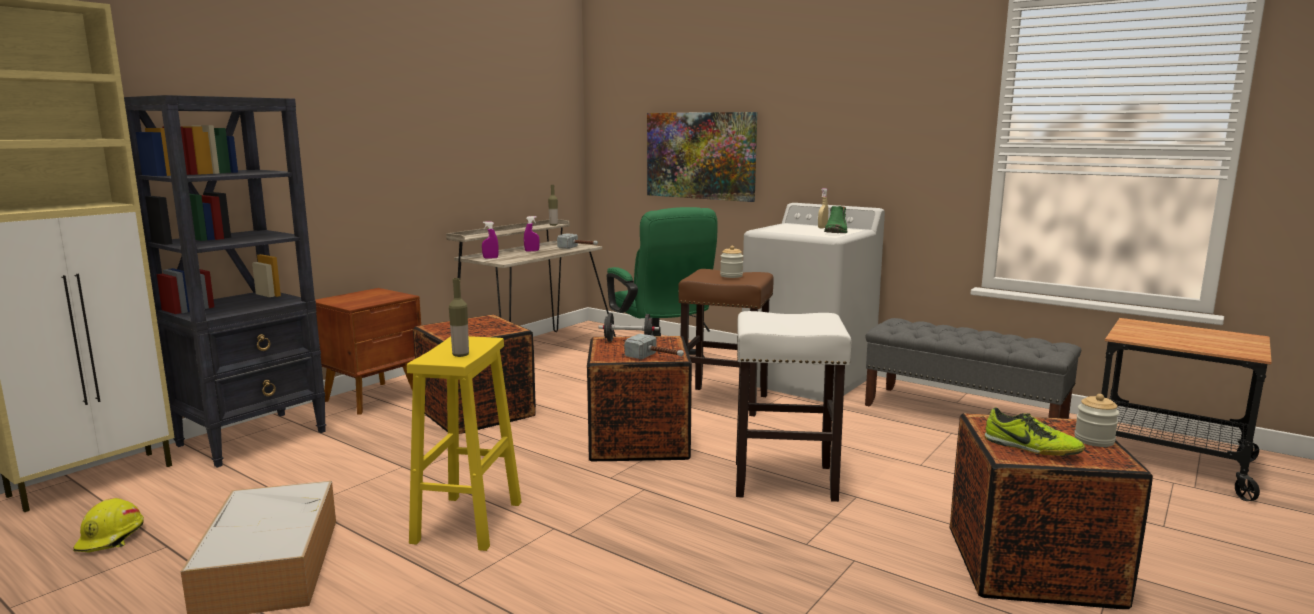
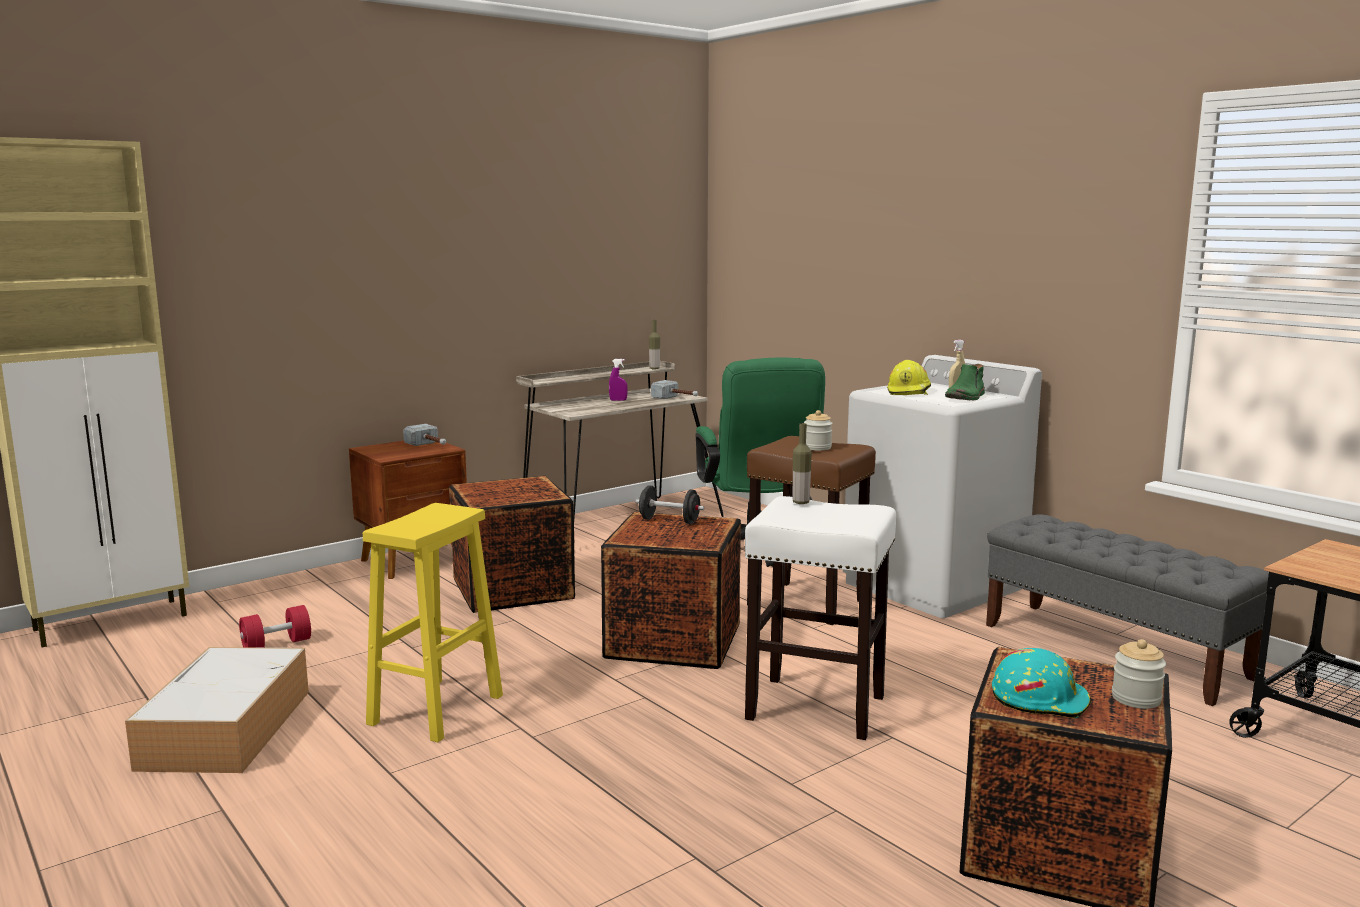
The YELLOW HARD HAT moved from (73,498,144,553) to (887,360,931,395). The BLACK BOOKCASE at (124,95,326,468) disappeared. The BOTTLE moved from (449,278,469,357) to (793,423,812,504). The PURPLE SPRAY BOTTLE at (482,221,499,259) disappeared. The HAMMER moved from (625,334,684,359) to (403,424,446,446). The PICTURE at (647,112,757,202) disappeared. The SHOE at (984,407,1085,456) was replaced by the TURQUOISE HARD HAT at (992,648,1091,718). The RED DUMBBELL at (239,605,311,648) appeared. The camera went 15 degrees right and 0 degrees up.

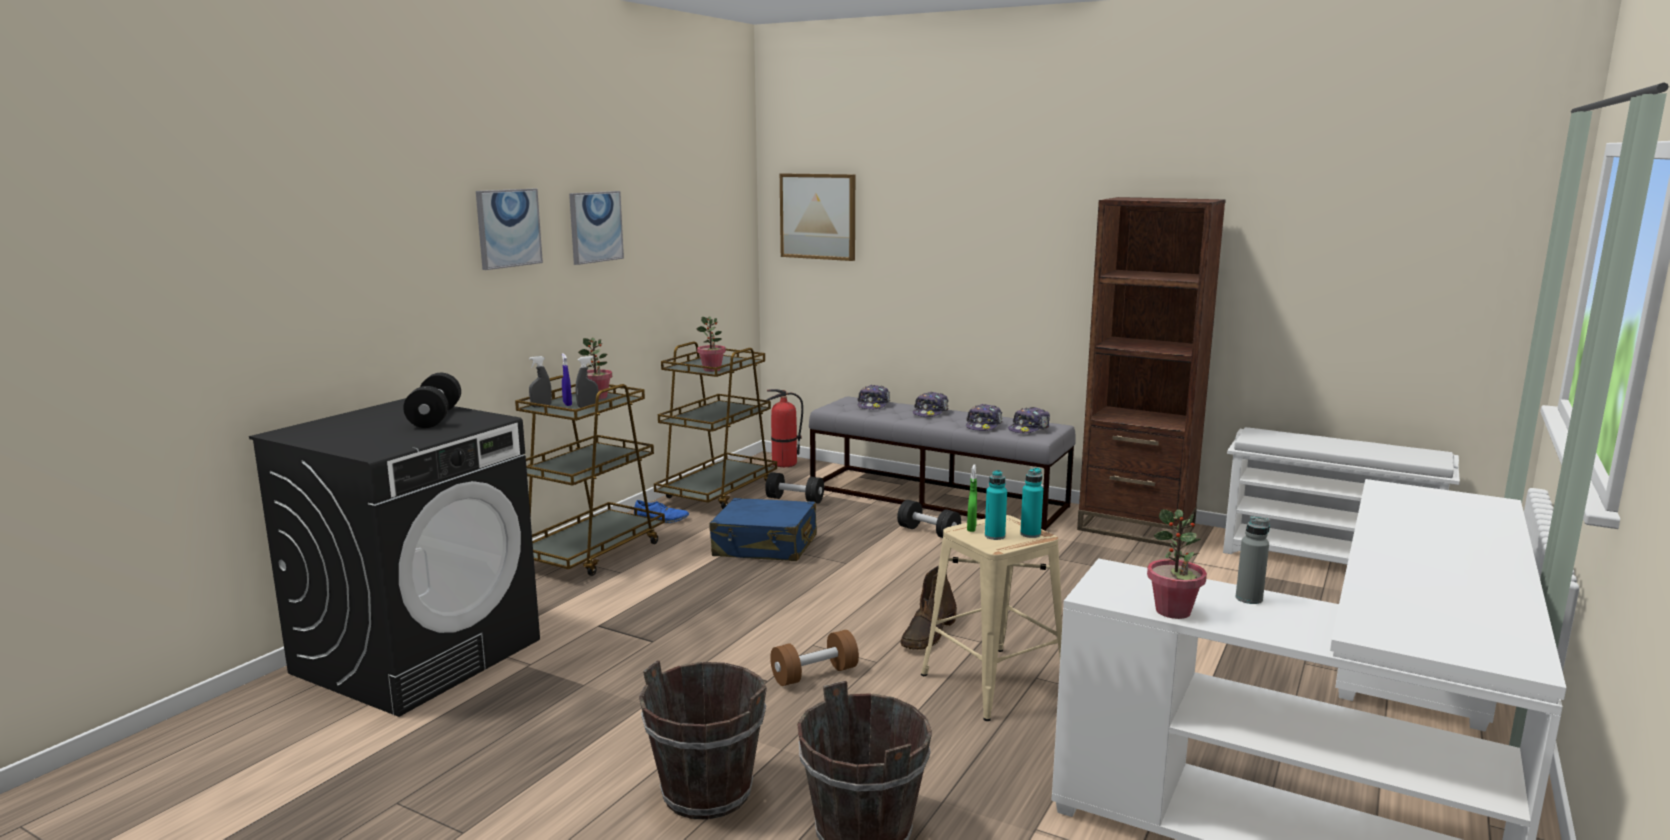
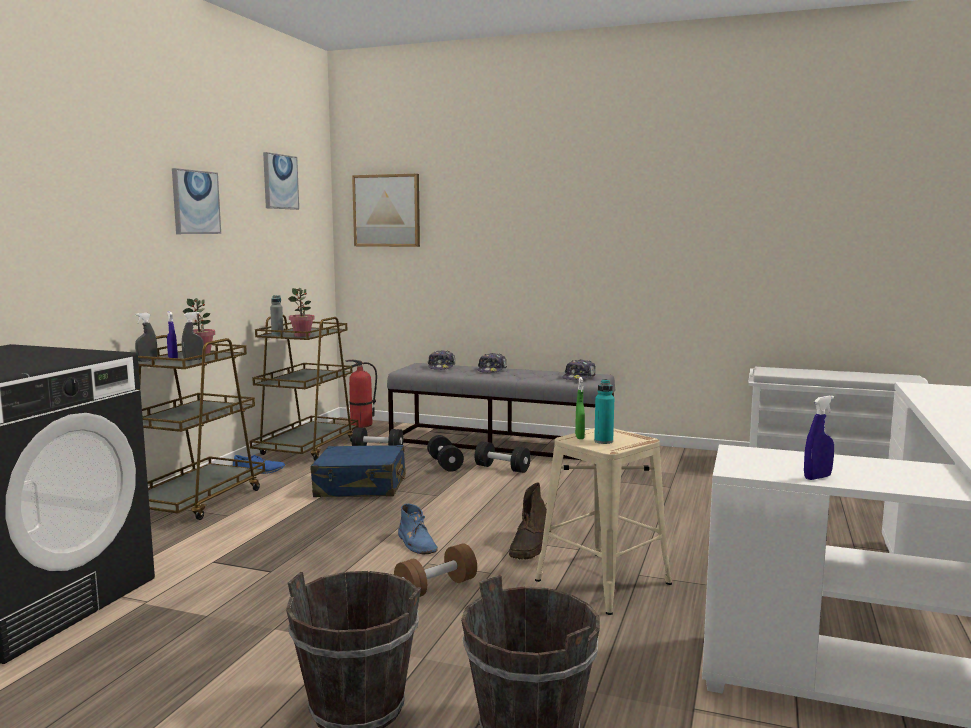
The BLACK DUMBBELL moved from (403,373,461,428) to (427,435,464,472). The PICTURE moved from (476,189,543,270) to (263,152,299,210). The CAP at (966,404,1002,431) disappeared. The TURQUOISE BOTTLE at (1020,468,1043,538) disappeared. The BROWN BOOKCASE at (1077,197,1226,548) disappeared. The POTTED PLANT at (1147,509,1207,619) was replaced by the BLUE SPRAY BOTTLE at (804,396,834,480). The GREY BOTTLE moved from (1236,516,1270,604) to (270,295,284,335). The BLUE BOOT at (398,504,438,554) appeared. The camera went 10 degrees left and 5 degrees down.

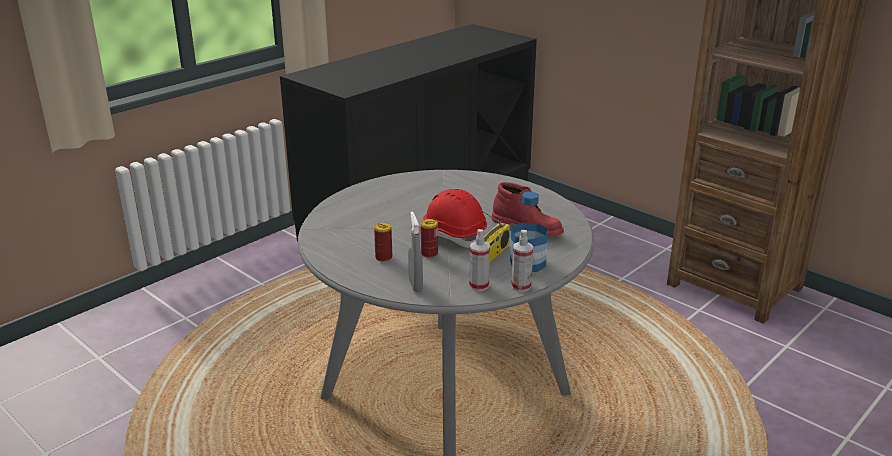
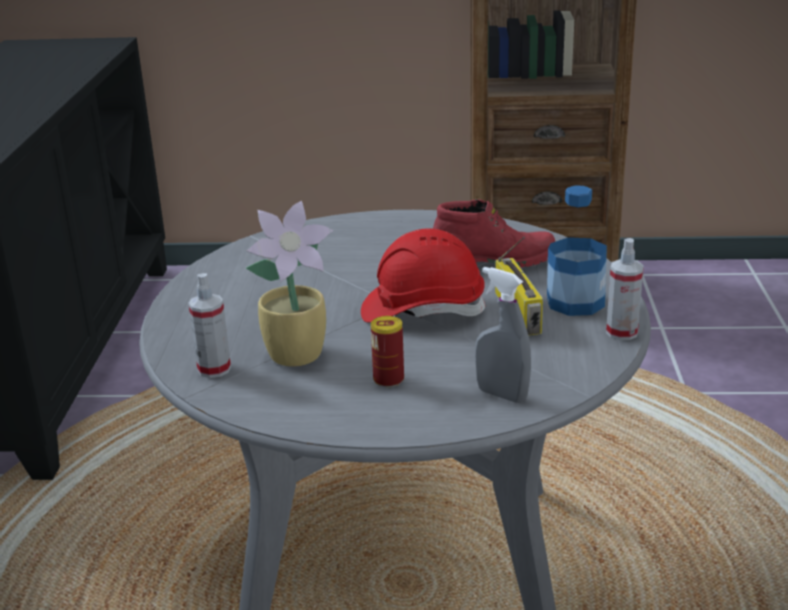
The CAN at (421,219,438,258) disappeared. The SPRAY BOTTLE moved from (469,229,490,291) to (188,273,231,378). The POTTED PLANT at (246,201,333,367) appeared. The camera went 40 degrees left and 0 degrees up.

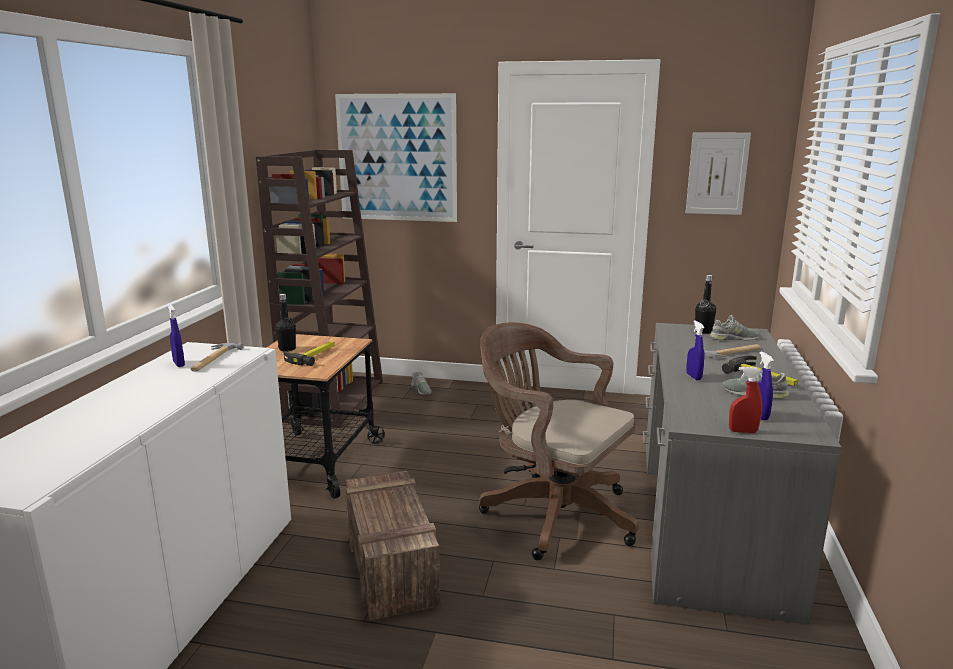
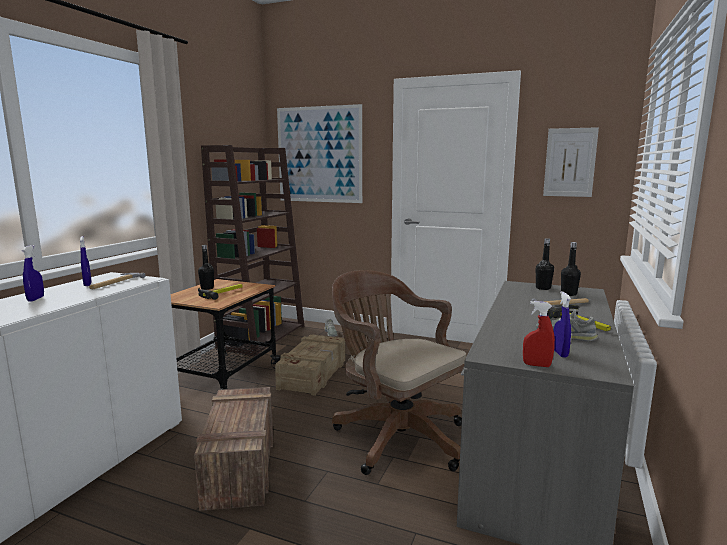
The BLUE SPRAY BOTTLE moved from (686,320,704,380) to (22,245,44,302). The GREY SHOE at (710,315,760,341) was replaced by the BLACK BOTTLE at (561,242,581,296). The CRATE at (275,334,345,396) appeared. The camera went 10 degrees right and 5 degrees down.

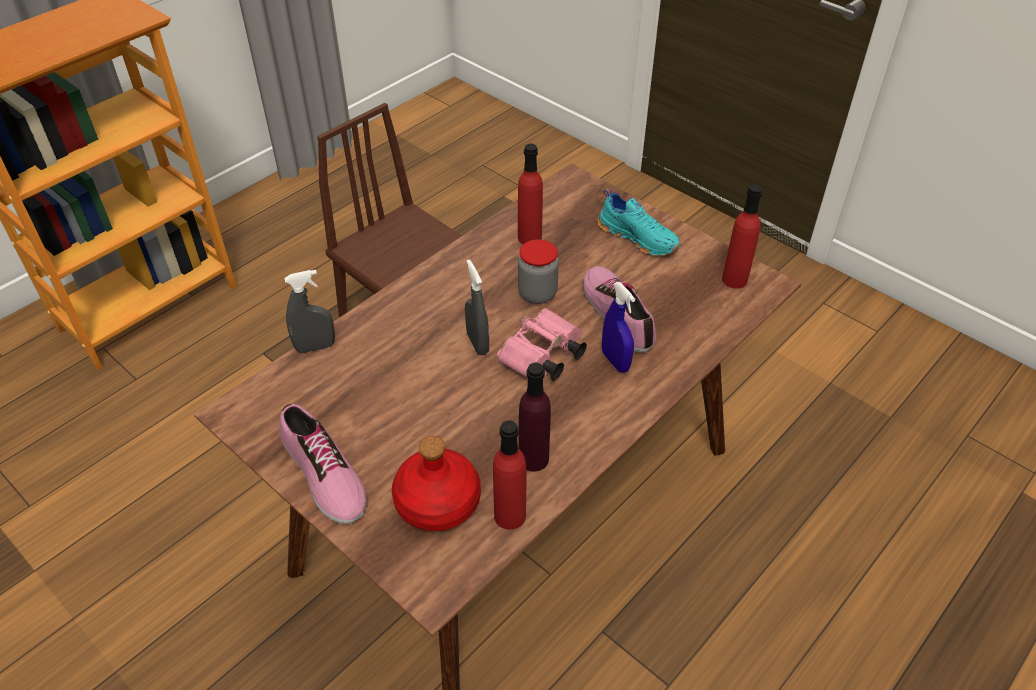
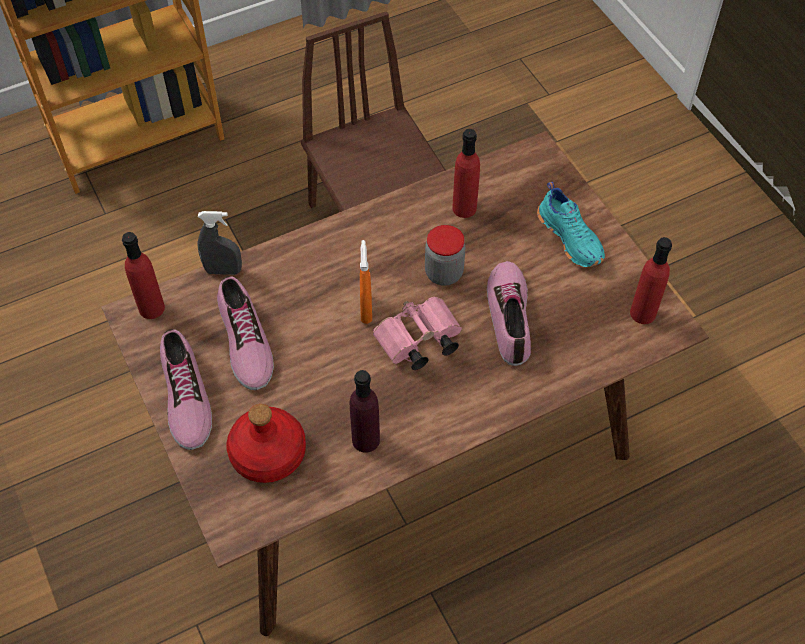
The GREY SPRAY BOTTLE at (465,259,489,355) became the ORANGE SPRAY BOTTLE at (360,240,372,324). The RED BOTTLE moved from (493,420,526,530) to (122,232,165,319). The BLUE SPRAY BOTTLE at (602,282,635,373) disappeared. The SHOE at (217,276,274,390) appeared. The camera went 20 degrees right and 10 degrees up.

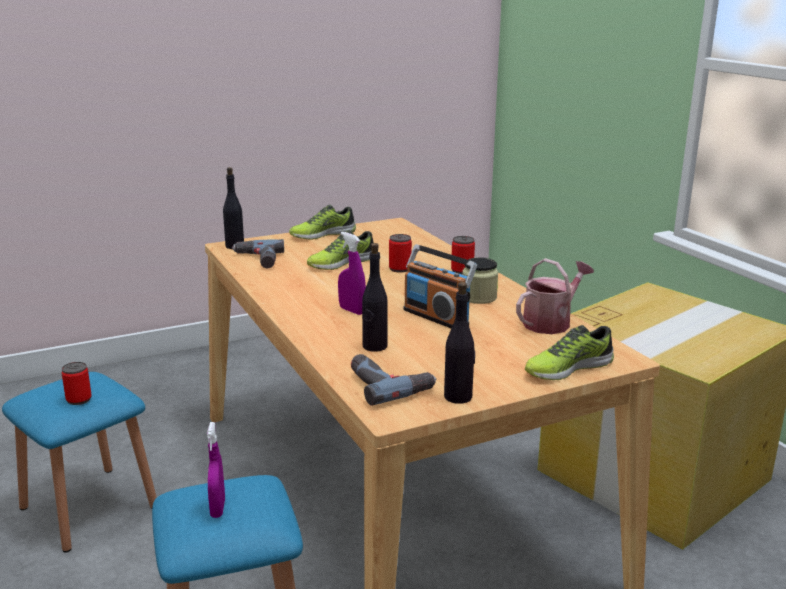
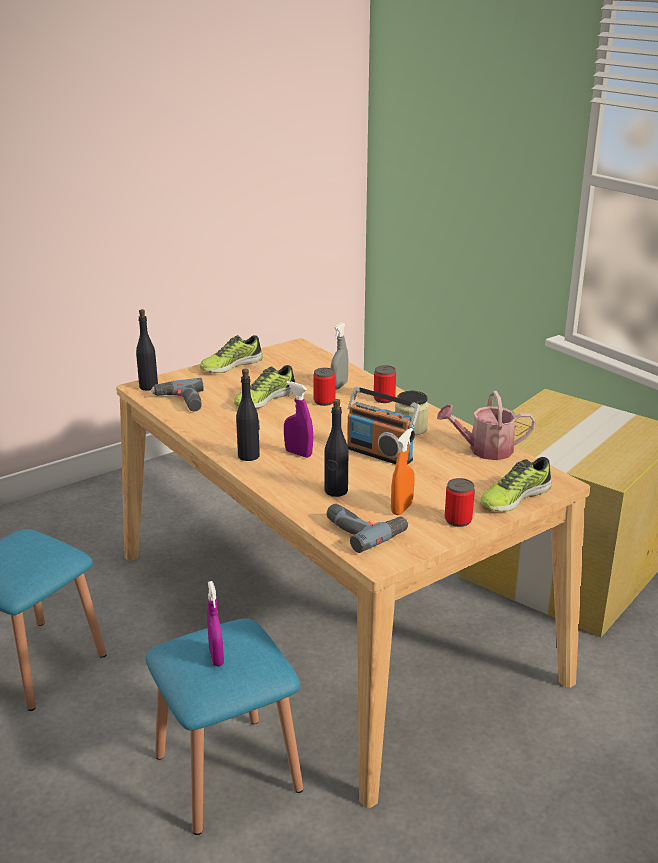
The CAN moved from (62,362,92,405) to (445,478,475,527). The BLACK BOTTLE moved from (444,282,475,404) to (236,369,260,461). The WATERING CAN at (516,258,594,334) turned 135 degrees counterclockwise. The GREY SPRAY BOTTLE at (331,322,348,390) appeared. The ORANGE SPRAY BOTTLE at (391,428,415,515) appeared. The camera went 10 degrees left and 5 degrees up.

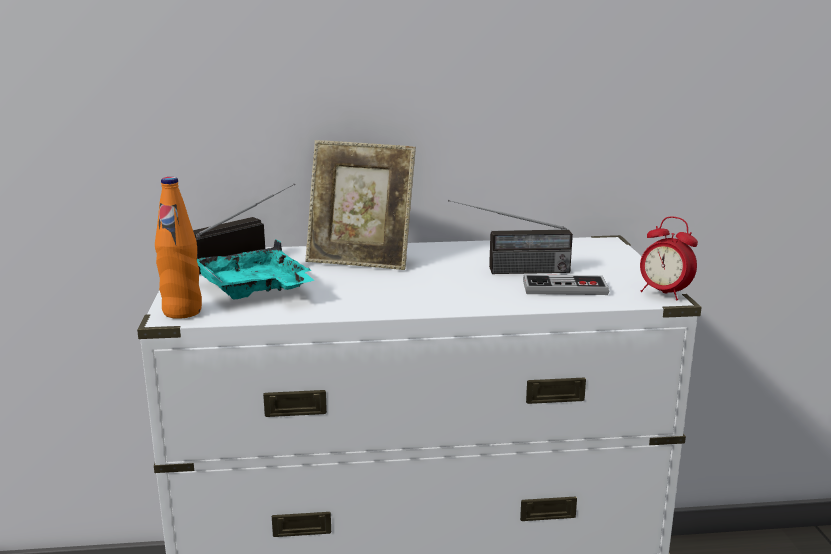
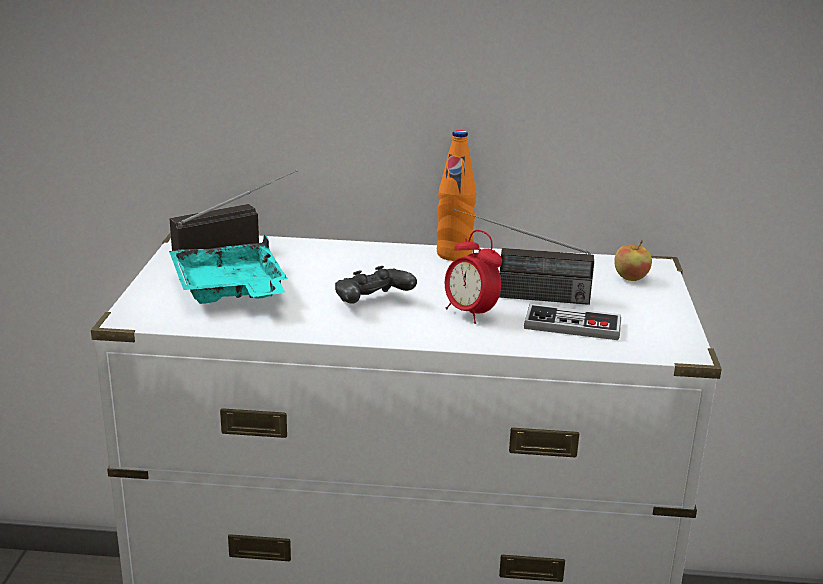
The ORANGE BOTTLE moved from (155,177,202,319) to (437,130,476,261). The PICTURE FRAME at (306,140,416,270) disappeared. The ALARM CLOCK moved from (640,216,698,301) to (445,230,502,324). The BLACK GAME CONTROLLER at (335,266,417,304) appeared. The APPLE at (614,240,652,281) appeared. The camera went 10 degrees right and 5 degrees up.

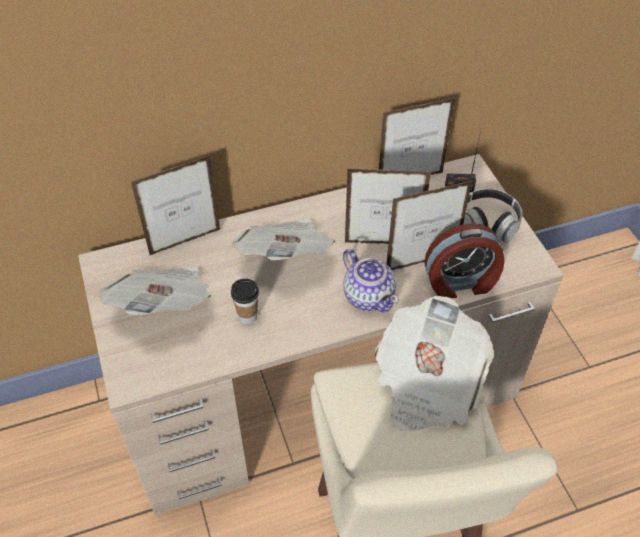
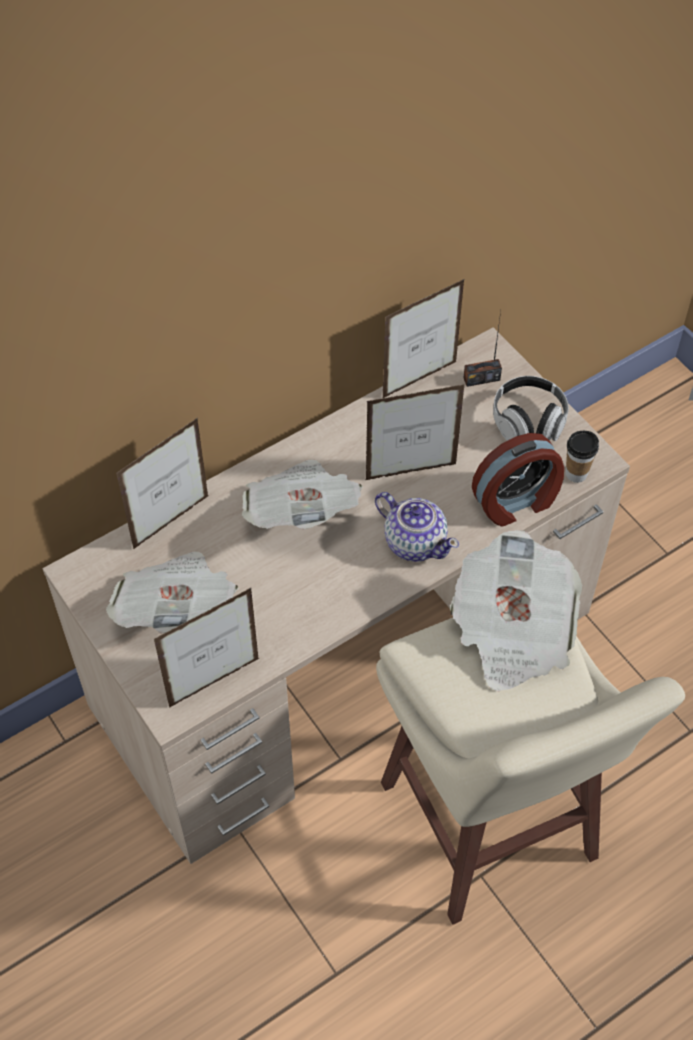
The CUP moved from (231,279,259,324) to (566,431,599,483). The PICTURE FRAME moved from (386,181,472,270) to (154,587,259,708). The camera went 15 degrees left and 5 degrees up.

